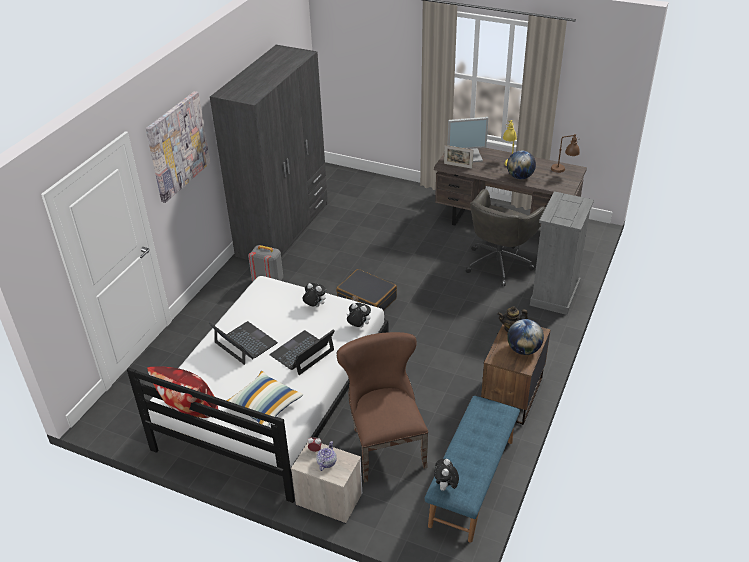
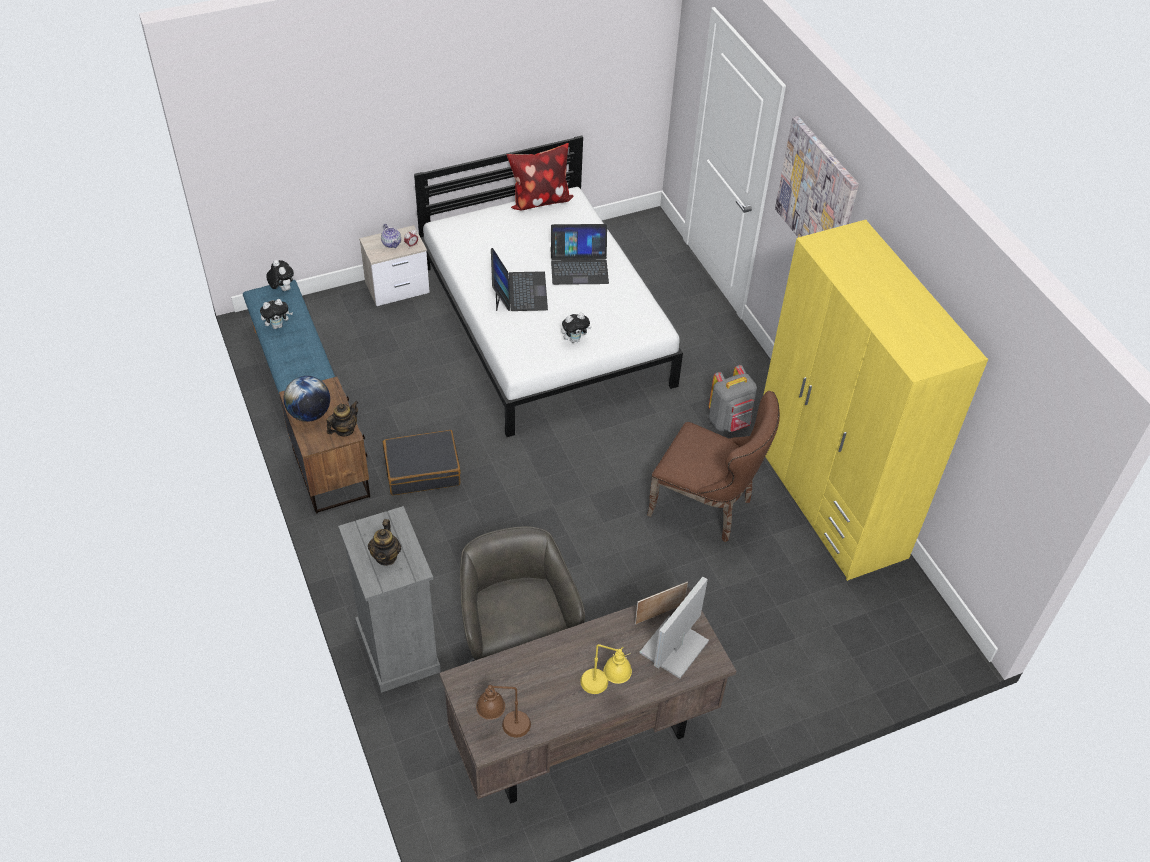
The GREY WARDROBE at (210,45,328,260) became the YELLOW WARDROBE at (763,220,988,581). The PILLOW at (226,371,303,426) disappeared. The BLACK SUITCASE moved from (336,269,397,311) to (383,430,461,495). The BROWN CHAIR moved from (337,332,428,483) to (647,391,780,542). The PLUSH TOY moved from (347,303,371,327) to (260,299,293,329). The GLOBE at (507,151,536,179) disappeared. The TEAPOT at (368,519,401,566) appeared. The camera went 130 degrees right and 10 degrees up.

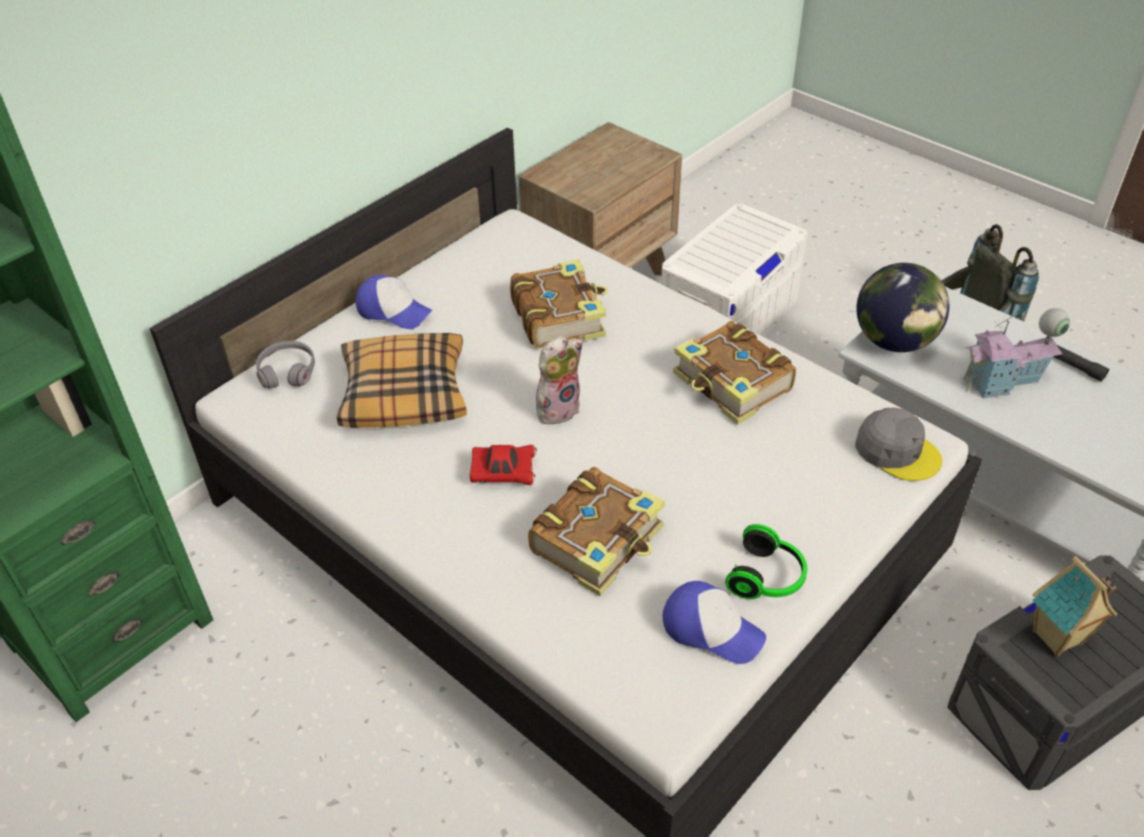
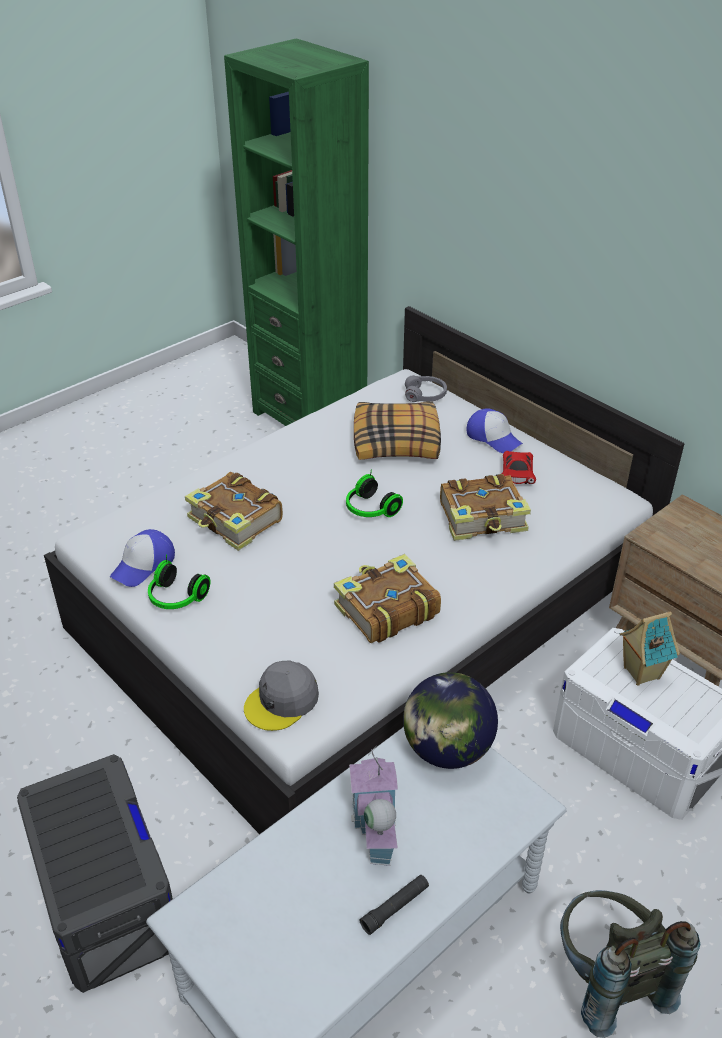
The CAP at (356,275,432,329) turned 75 degrees counterclockwise. The RED TOY CAR moved from (470,445,537,485) to (502,451,536,484). The PLUSH TOY at (536,335,583,424) was replaced by the HEADPHONES at (346,469,403,517). The TOY HOUSE moved from (1033,556,1118,656) to (620,611,680,685). The camera went 95 degrees right and 5 degrees down.

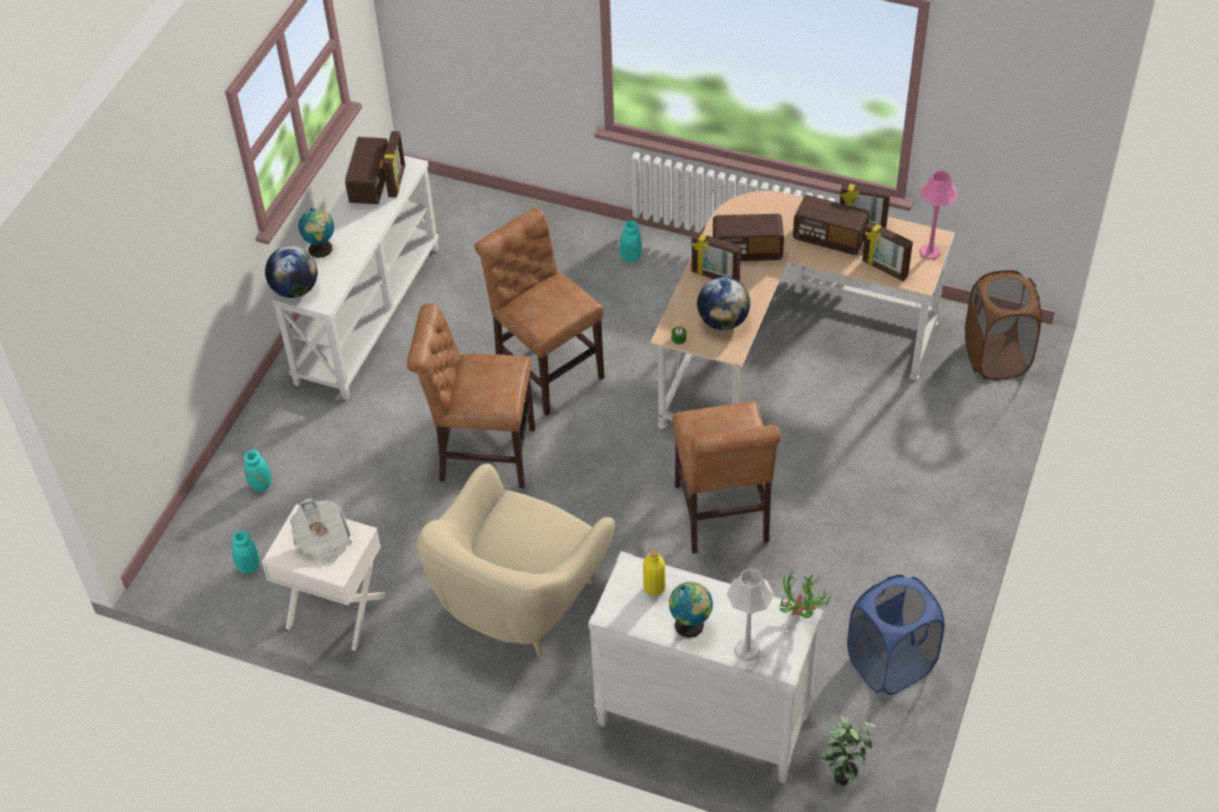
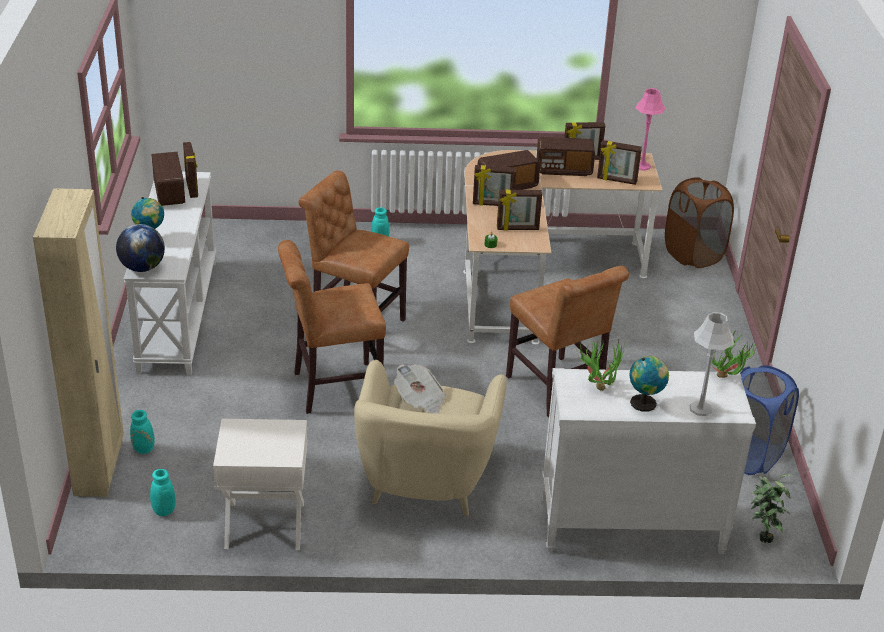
The NEWSPAPER moved from (290,498,352,566) to (394,364,446,414). The YELLOW BOTTLE at (643,549,665,596) was replaced by the POTTED PLANT at (578,338,624,391). The GLOBE at (697,277,750,330) was replaced by the PICTURE FRAME at (497,190,542,231). The BEIGE WARDROBE at (33,188,124,497) appeared. The camera went 25 degrees left and 15 degrees down.

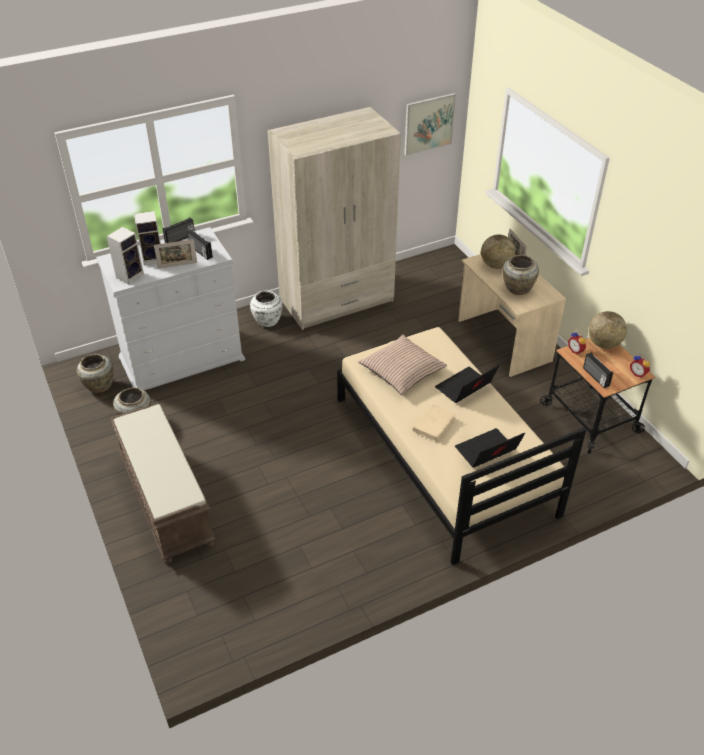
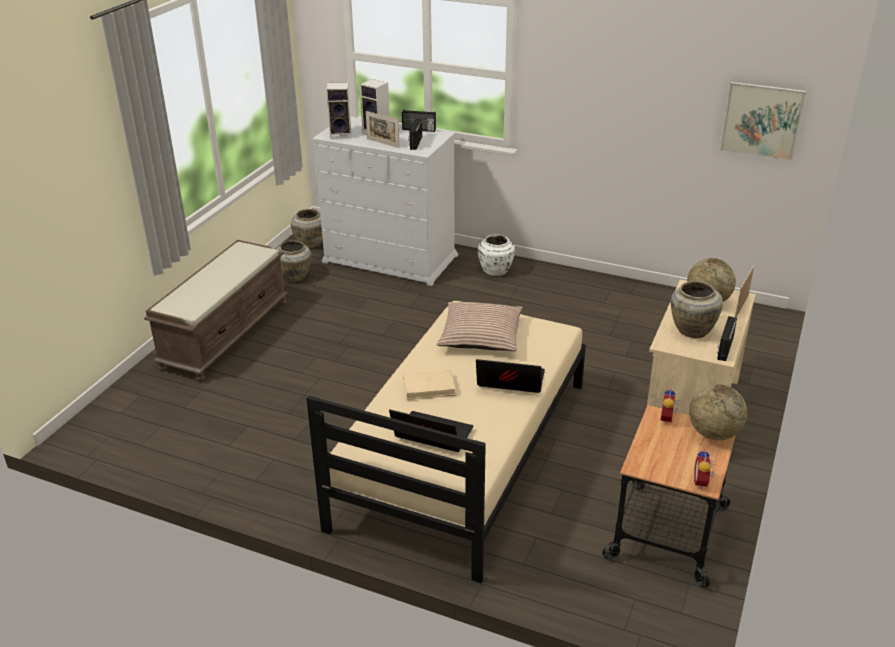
The BEIGE WARDROBE at (268,107,401,330) disappeared. The RADIO moved from (583,352,613,388) to (717,316,737,361). The camera went 50 degrees right and 10 degrees down.

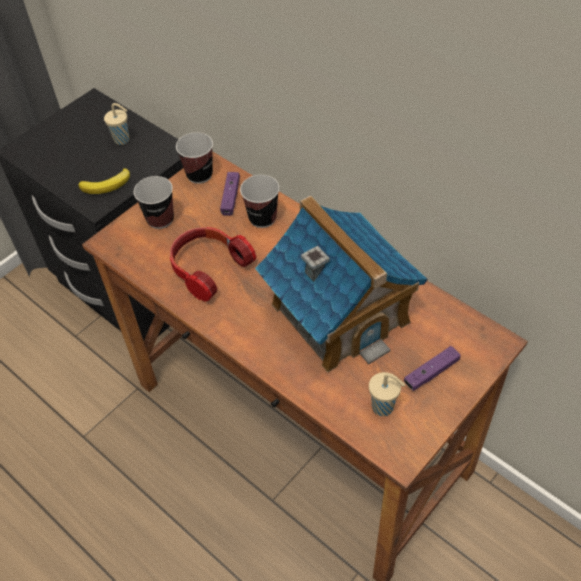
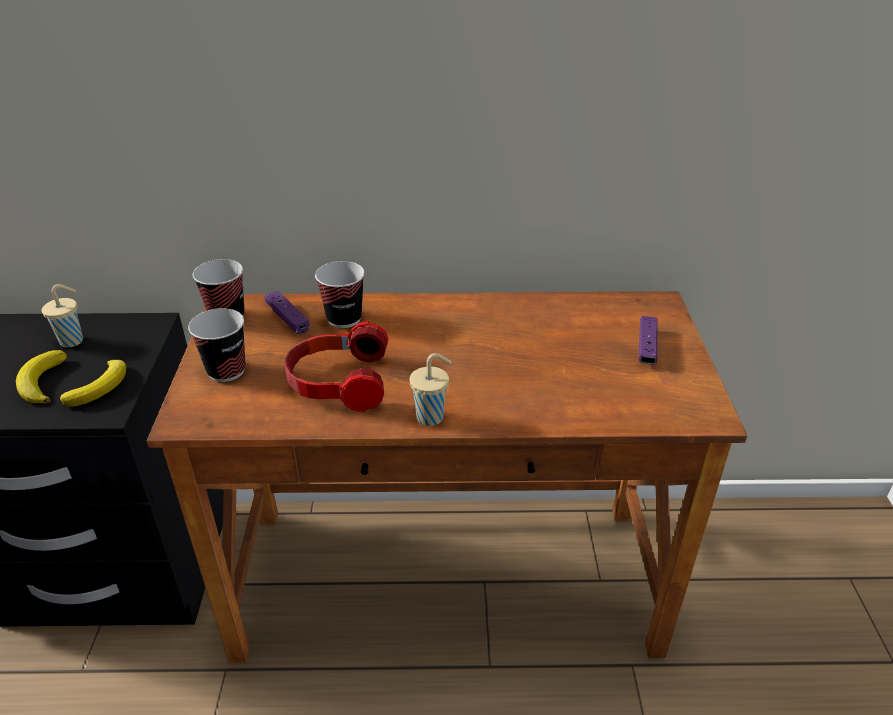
The TOY HOUSE at (255,195,428,373) disappeared. The BEIGE CUP moved from (369,372,405,416) to (410,353,452,426). The BANANA at (16,350,67,403) appeared. The camera went 45 degrees left and 15 degrees down.

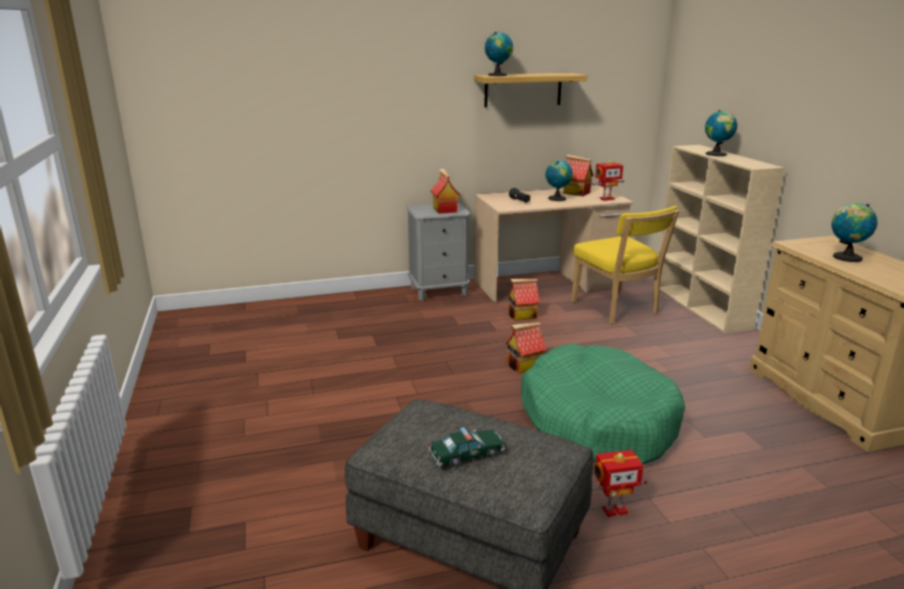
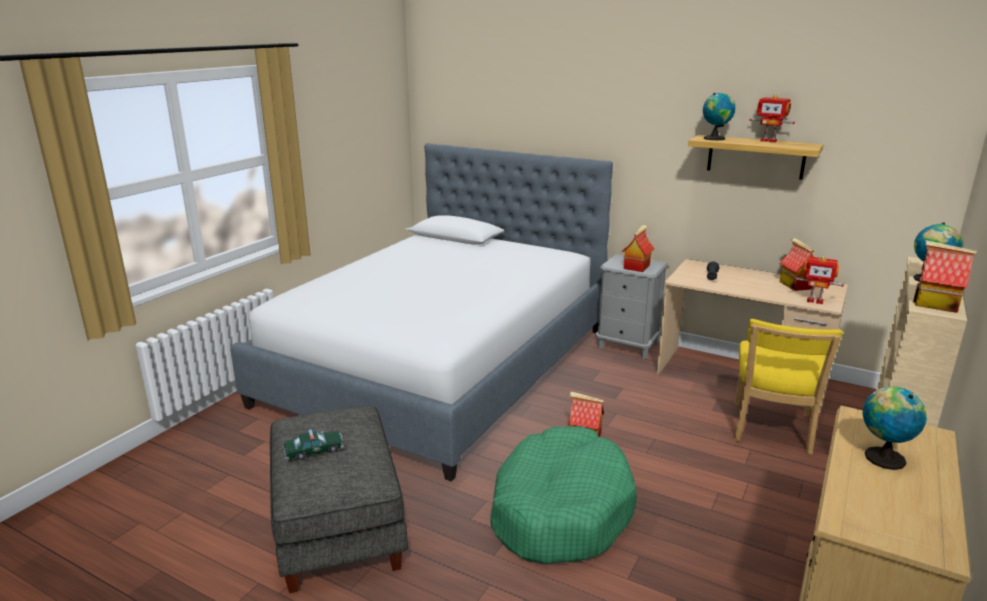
The TOY CAR at (429,427,505,466) turned 45 degrees counterclockwise. The TOY HOUSE moved from (508,279,540,321) to (913,240,977,313). The GLOBE at (546,160,573,201) disappeared. The TOY ROBOT moved from (592,450,647,517) to (750,94,795,143). The BED at (231,143,613,481) appeared. The camera went 45 degrees right and 0 degrees up.

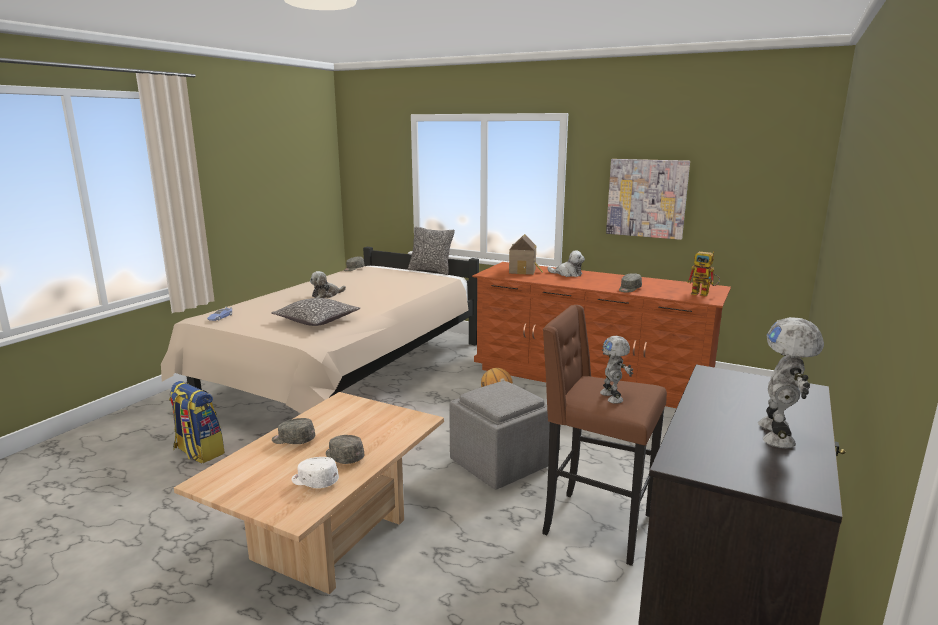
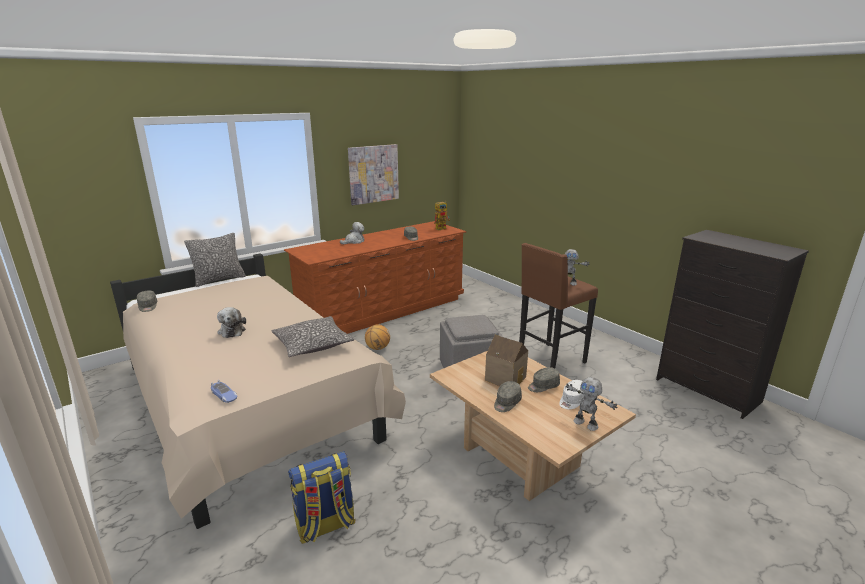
The TOY HOUSE moved from (509,234,543,275) to (485,335,528,386). The TOY ROBOT moved from (758,317,824,448) to (566,377,618,431). The camera went 65 degrees left and 5 degrees up.

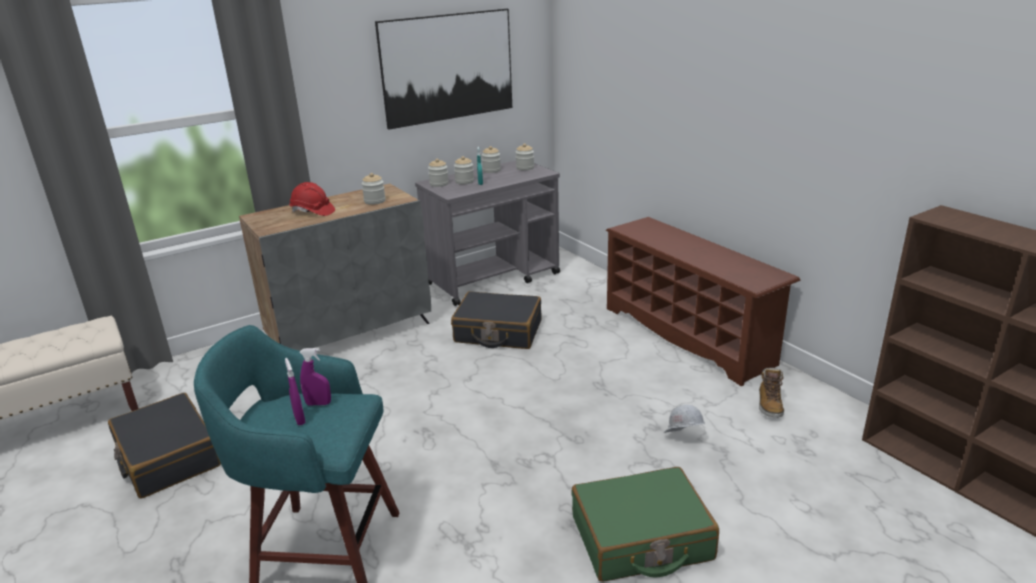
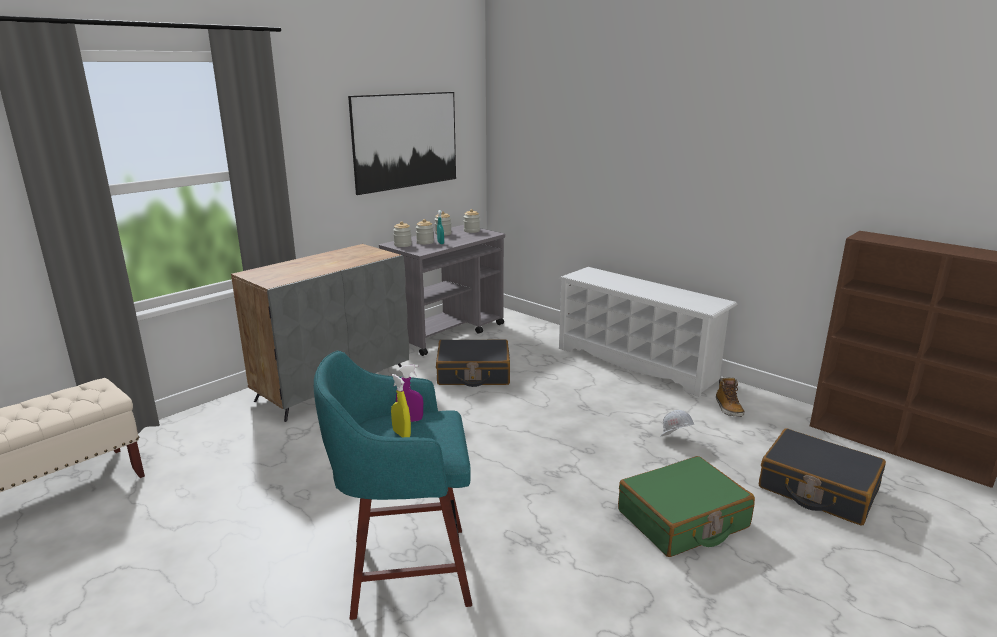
The BLACK SUITCASE moved from (108,393,221,499) to (759,428,886,525). The PURPLE SPRAY BOTTLE at (285,358,305,425) became the YELLOW SPRAY BOTTLE at (391,374,411,437). The RED HARD HAT at (289,182,335,216) disappeared. The JAR at (362,173,386,205) disappeared. The BROWN SHOE RACK at (606,217,801,387) became the WHITE SHOE RACK at (558,267,738,397). The camera went 15 degrees left and 5 degrees down.

